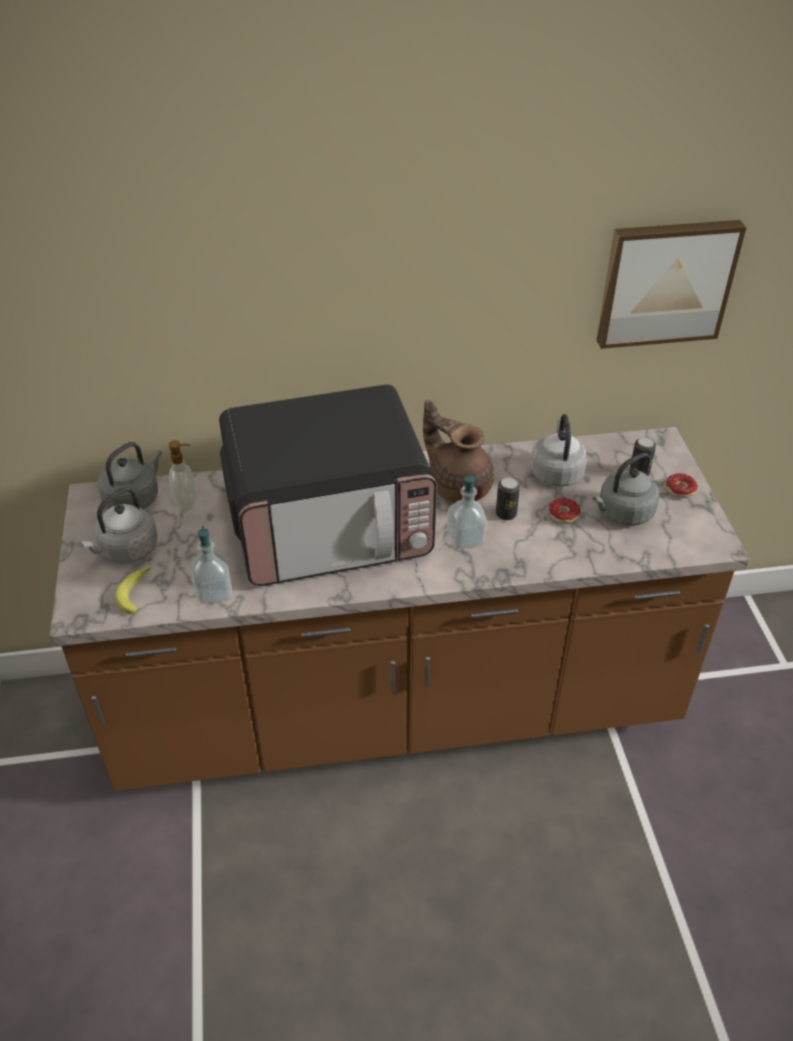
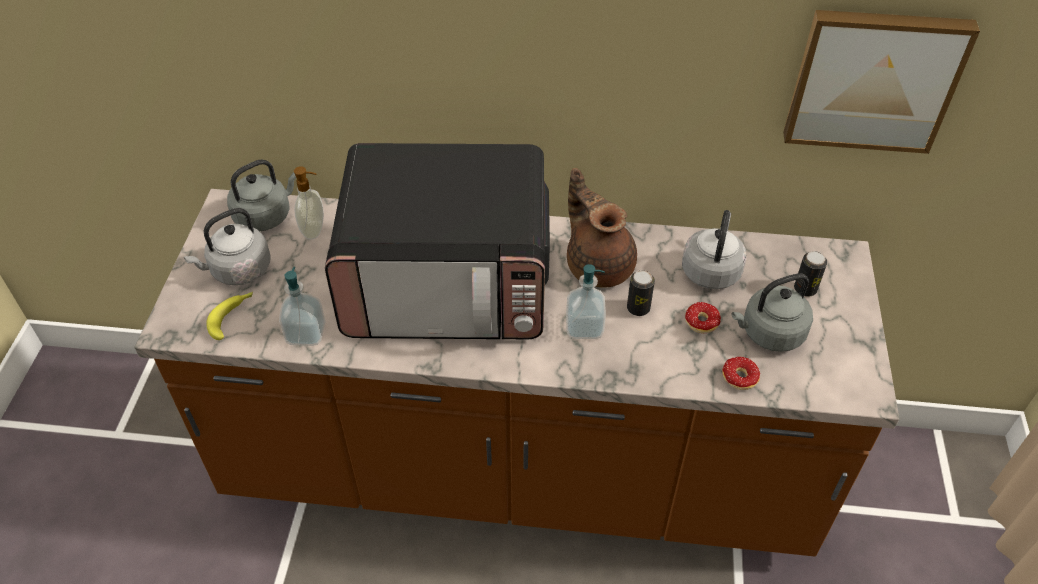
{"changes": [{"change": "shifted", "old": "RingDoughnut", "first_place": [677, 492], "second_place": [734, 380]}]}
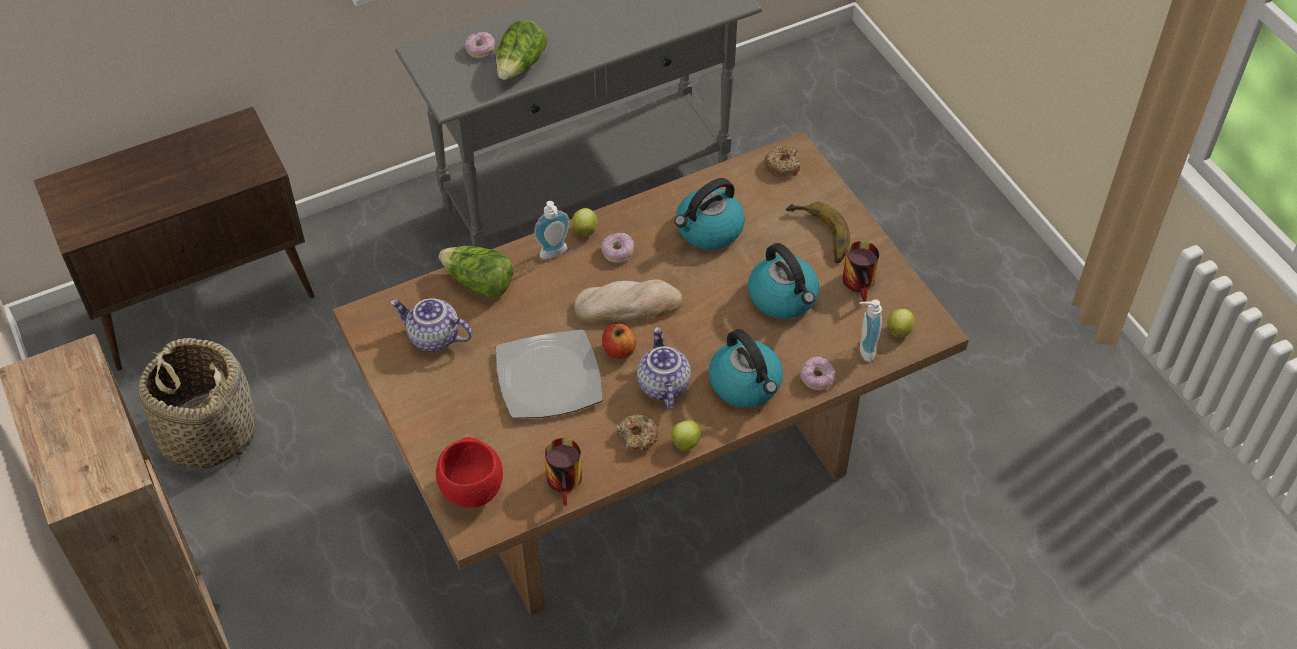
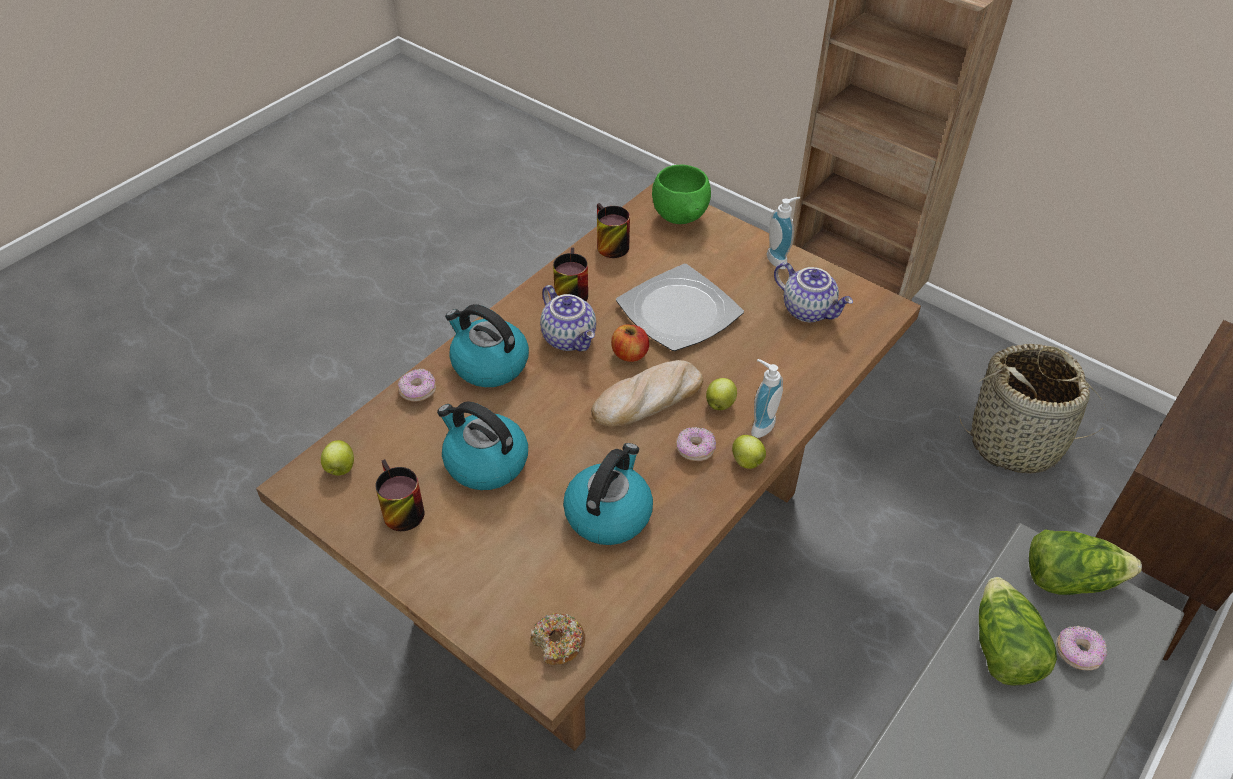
{"changes": [{"change": "gone", "old": "Banana", "first_place": [817, 236]}, {"change": "shifted", "old": "HeadOfLettuce", "first_place": [479, 283], "second_place": [1069, 578]}, {"change": "rotated", "old": "PotForTea", "first_place": [433, 338], "second_place": [809, 310], "degrees": 45}, {"change": "shifted", "old": "LiquidSoapBottle", "first_place": [863, 349], "second_place": [779, 259]}, {"change": "swapped", "old": "RingDoughnut", "new": "TeaMug", "first_place": [637, 437], "second_place": [568, 291]}, {"change": "shifted", "old": "WholeApple", "first_place": [684, 443], "second_place": [720, 404]}, {"change": "repainted", "old": "RedColouredBowl", "new": "GreenBowl", "first_place": [472, 490], "second_place": [680, 219]}]}
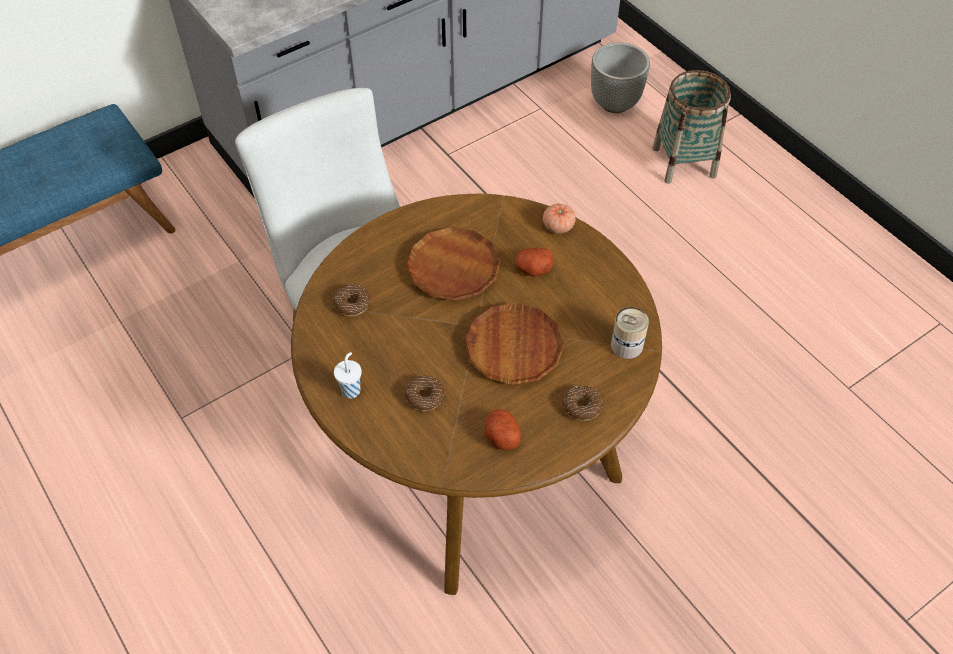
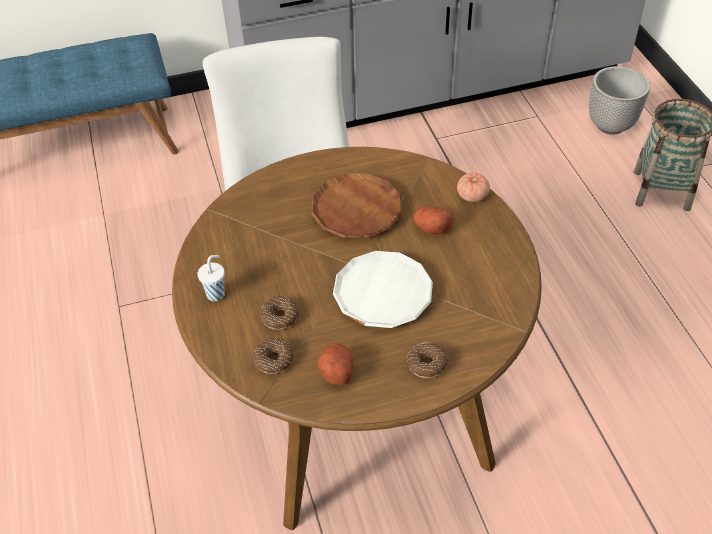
{"changes": [{"change": "shifted", "old": "RingDoughnut", "first_place": [352, 304], "second_place": [273, 360]}, {"change": "repainted", "old": "BrownDinnerPlate", "new": "WhiteColouredDinnerPlate", "first_place": [514, 348], "second_place": [383, 294]}, {"change": "gone", "old": "MetalCan", "first_place": [626, 345]}]}
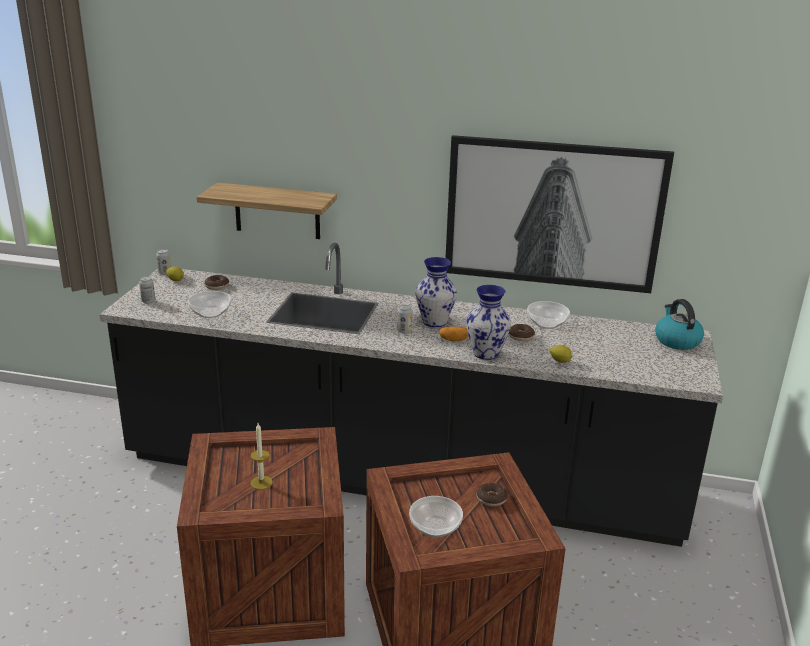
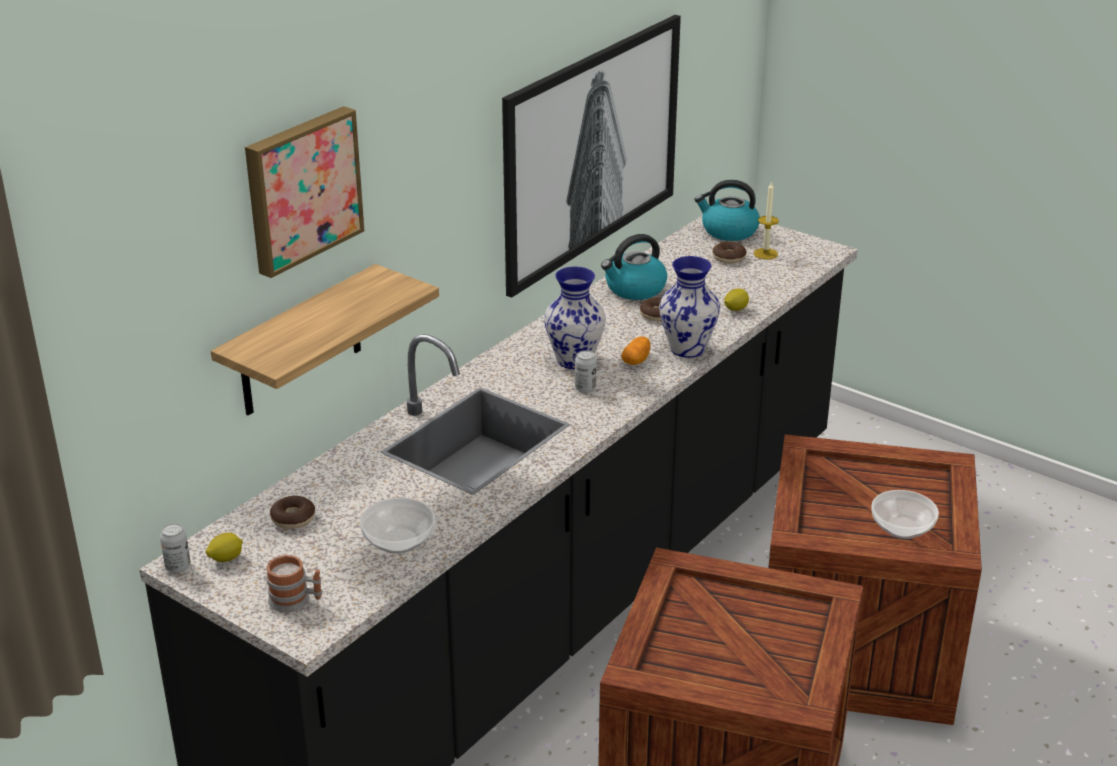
{"changes": [{"change": "swapped", "old": "MetalCan", "new": "TeaMug", "first_place": [148, 301], "second_place": [296, 601]}, {"change": "swapped", "old": "Bowl", "new": "TeaKettle", "first_place": [547, 324], "second_place": [634, 289]}, {"change": "shifted", "old": "Candle", "first_place": [261, 482], "second_place": [765, 254]}, {"change": "shifted", "old": "RingDoughnut", "first_place": [491, 499], "second_place": [729, 258]}, {"change": "new", "new": "WallArt", "second_place": [301, 189]}]}
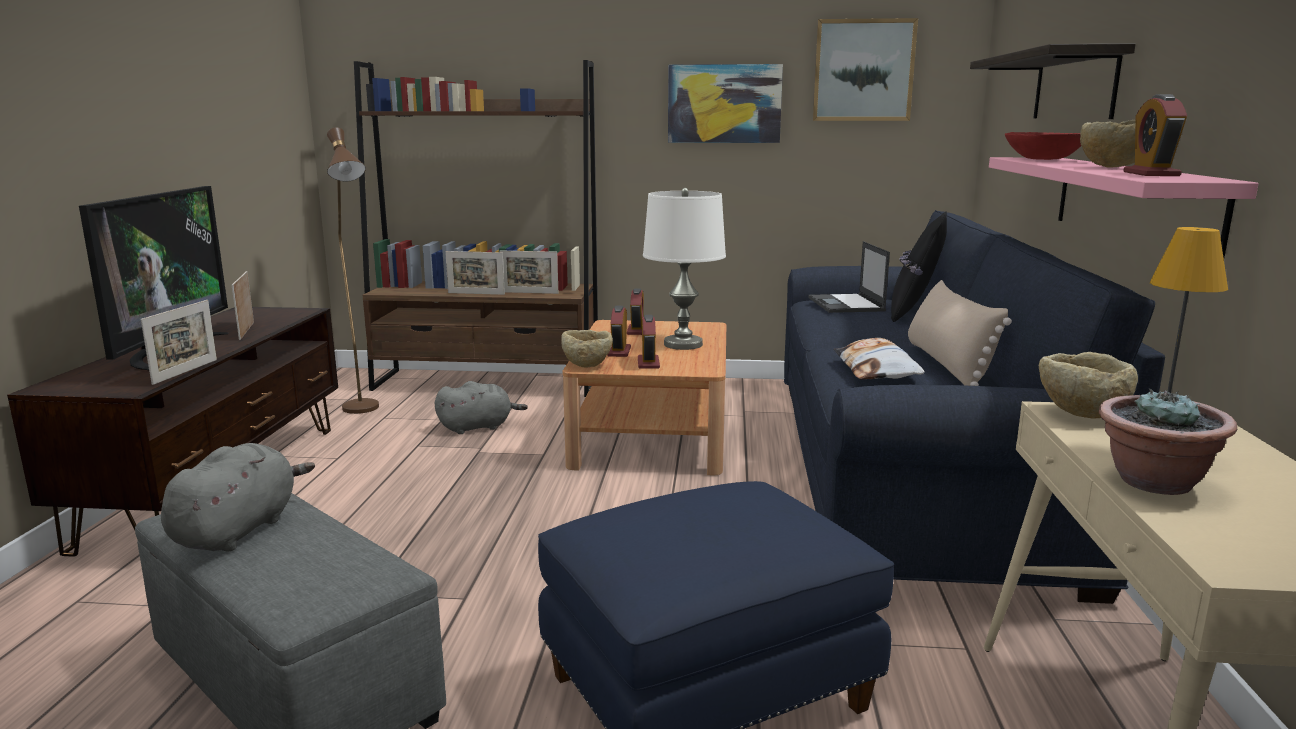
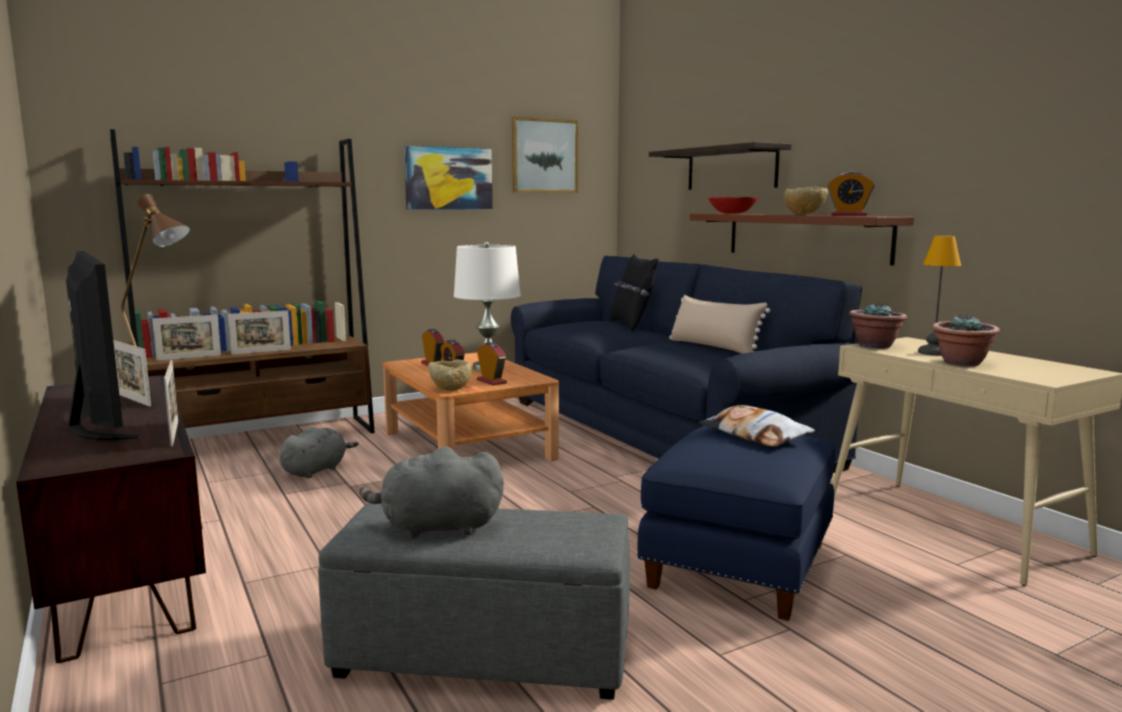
{"changes": [{"change": "rotated", "old": "TableClock", "first_place": [1151, 174], "second_place": [848, 215], "degrees": -45}, {"change": "repainted", "old": "PinkWallShelf", "new": "BrownWallShelf", "first_place": [1130, 204], "second_place": [805, 236]}, {"change": "gone", "old": "PortableComputer", "first_place": [846, 304]}, {"change": "shifted", "old": "PhotoFrame", "first_place": [529, 292], "second_place": [189, 358]}, {"change": "shifted", "old": "Pillow", "first_place": [876, 369], "second_place": [754, 435]}, {"change": "swapped", "old": "SandColouredBowl", "new": "PottedPlant", "first_place": [1080, 414], "second_place": [875, 346]}, {"change": "rotated", "old": "GreySoftToy", "first_place": [239, 529], "second_place": [436, 527], "degrees": -75}]}
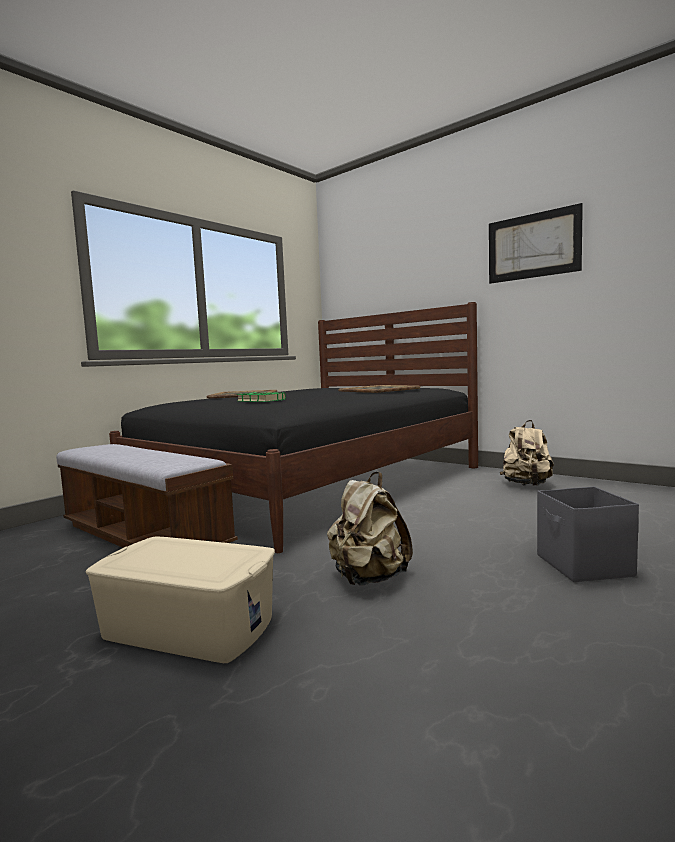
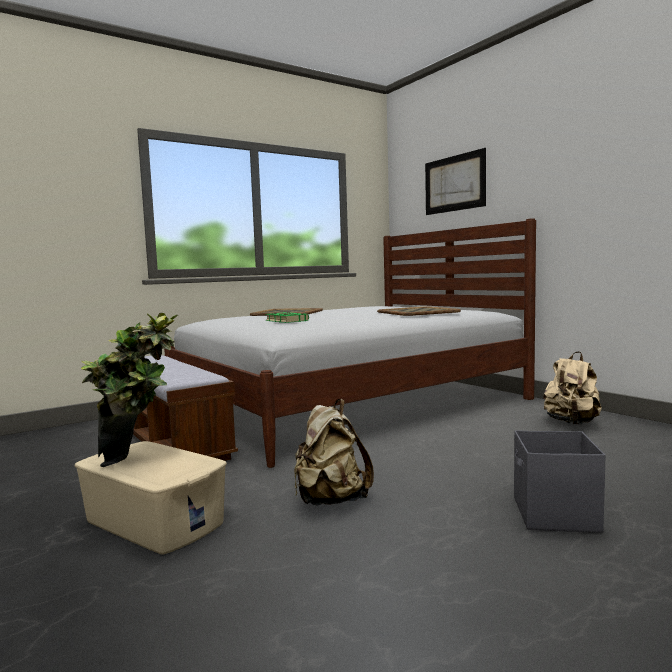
{"changes": [{"change": "shifted", "old": "WallArt", "first_place": [533, 246], "second_place": [454, 183]}, {"change": "repainted", "old": "BlackColouredBedroomBed", "new": "WhiteColouredBedroomBed", "first_place": [312, 484], "second_place": [349, 404]}, {"change": "new", "new": "PottedPlant", "second_place": [140, 462]}]}
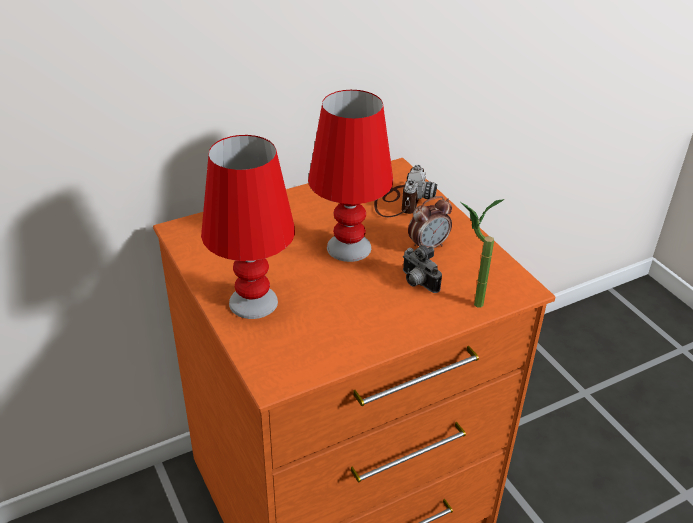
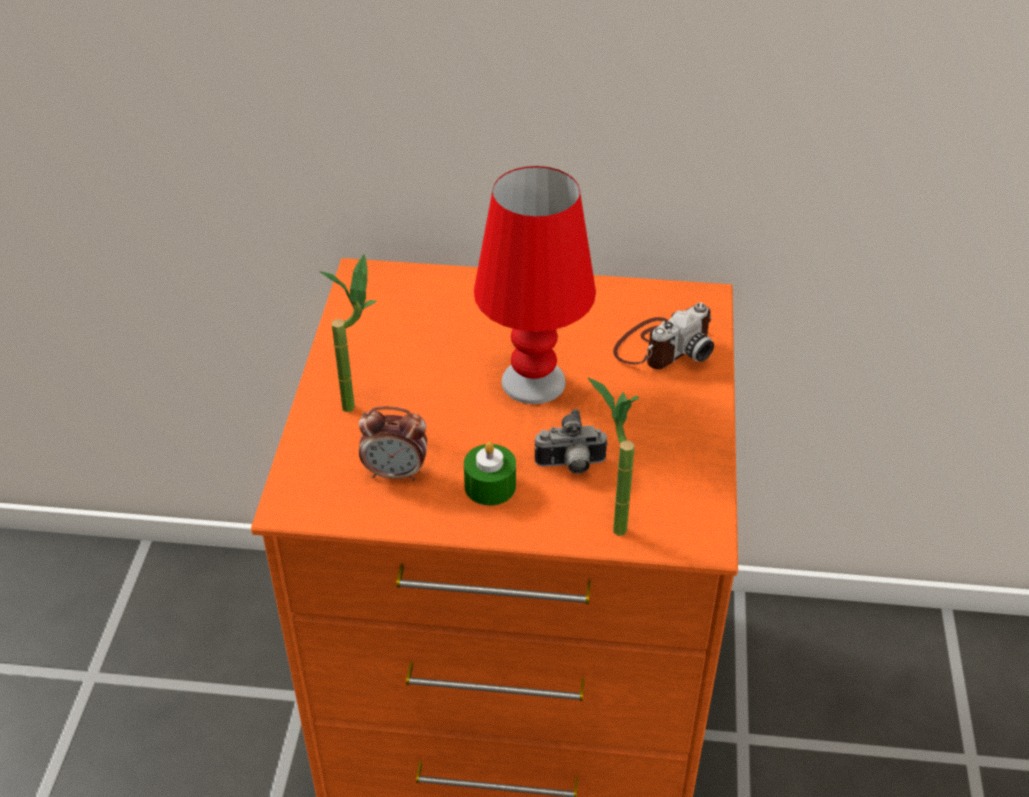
{"changes": [{"change": "swapped", "old": "RedColouredLampForATable", "new": "PottedPlant", "first_place": [254, 302], "second_place": [359, 402]}, {"change": "shifted", "old": "TableClock", "first_place": [428, 246], "second_place": [396, 473]}, {"change": "rotated", "old": "PhotoCamera", "first_place": [417, 283], "second_place": [571, 466], "degrees": -90}, {"change": "new", "new": "GreenCandle", "second_place": [490, 486]}]}
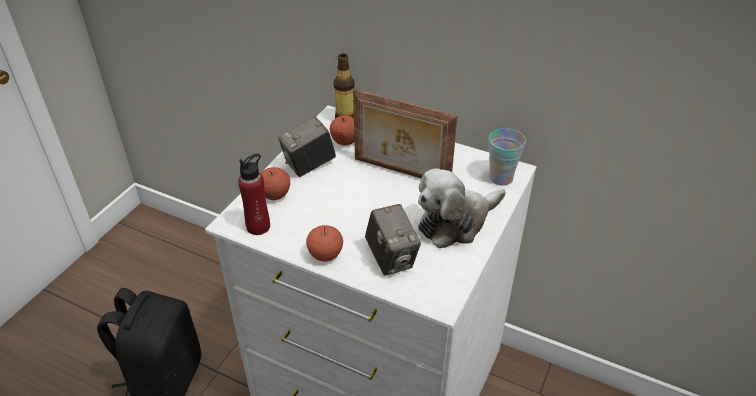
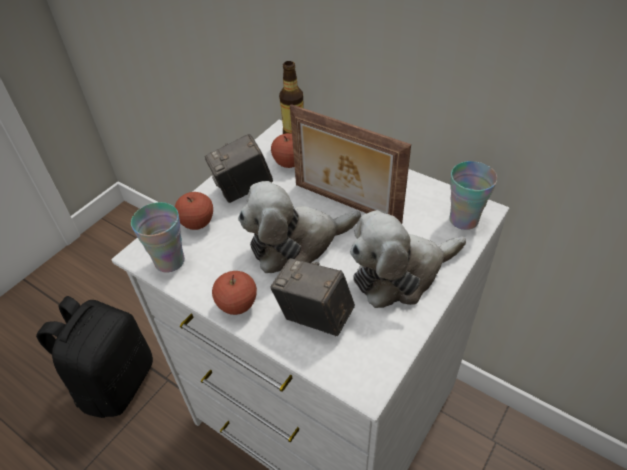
{"changes": [{"change": "swapped", "old": "RedColouredBeverageBottle", "new": "Cup", "first_place": [258, 226], "second_place": [169, 261]}, {"change": "rotated", "old": "PhotoCamera", "first_place": [391, 258], "second_place": [314, 316], "degrees": 135}, {"change": "new", "new": "SoftToy", "second_place": [296, 244]}]}
